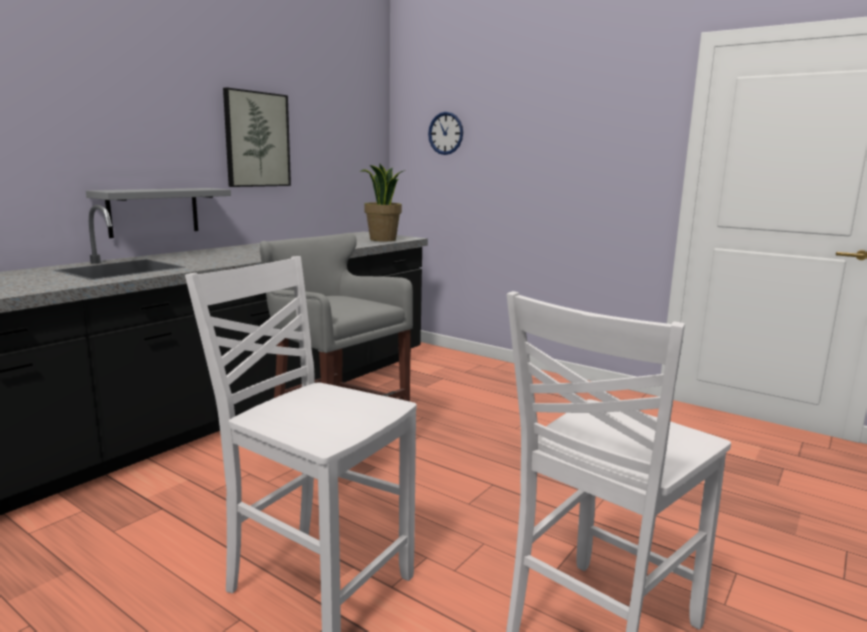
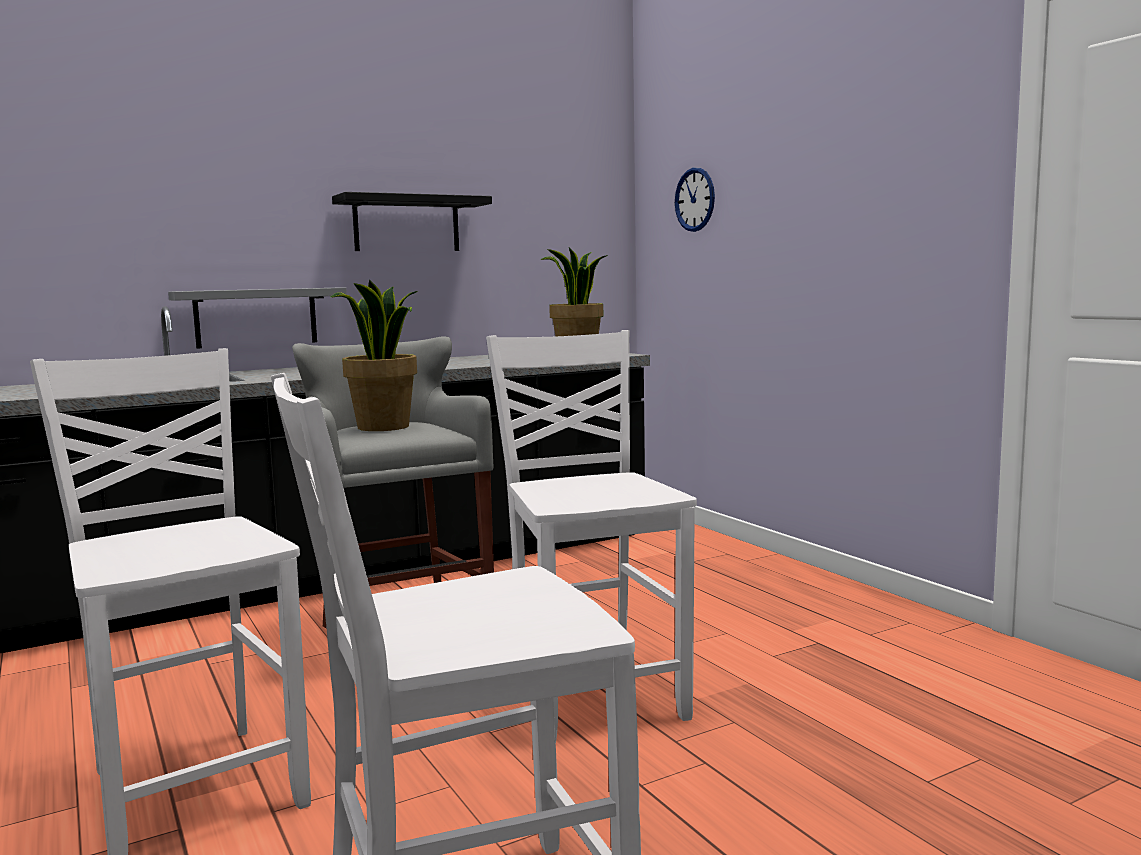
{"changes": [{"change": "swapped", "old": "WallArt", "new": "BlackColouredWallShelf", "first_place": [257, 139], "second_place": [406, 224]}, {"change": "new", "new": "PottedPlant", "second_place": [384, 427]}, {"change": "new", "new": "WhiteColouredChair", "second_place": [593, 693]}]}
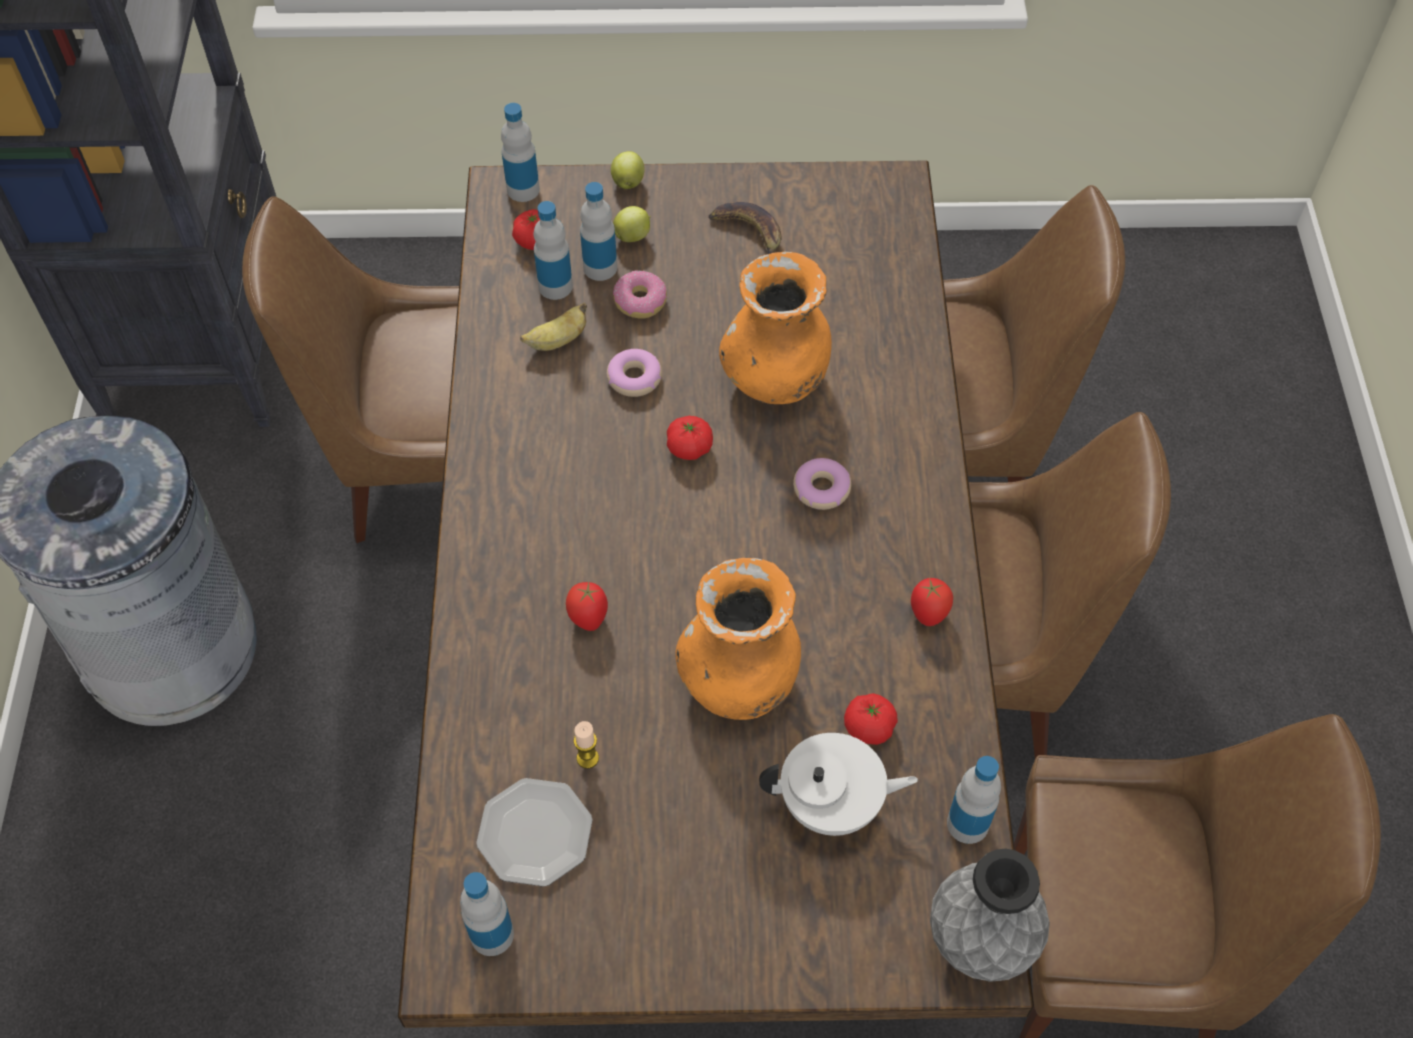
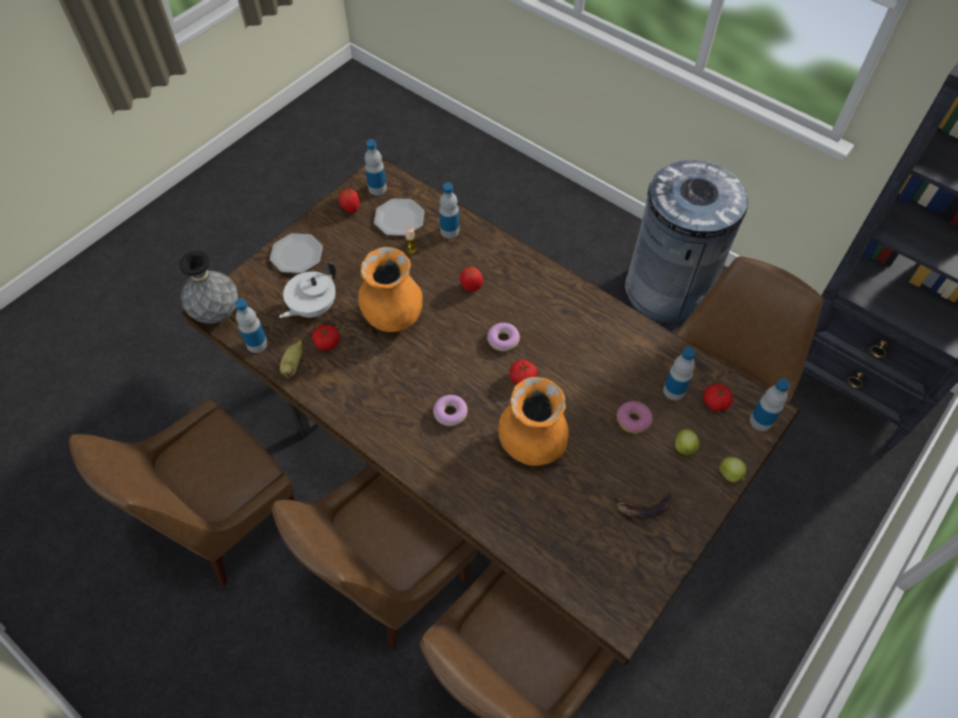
{"changes": [{"change": "shifted", "old": "BeverageBottle", "first_place": [600, 267], "second_place": [449, 231]}, {"change": "shifted", "old": "Banana", "first_place": [557, 341], "second_place": [293, 365]}, {"change": "shifted", "old": "RingDoughnut", "first_place": [634, 378], "second_place": [503, 340]}, {"change": "shifted", "old": "WholeTomato", "first_place": [928, 613], "second_place": [350, 209]}, {"change": "new", "new": "DinnerPlate", "second_place": [296, 255]}]}
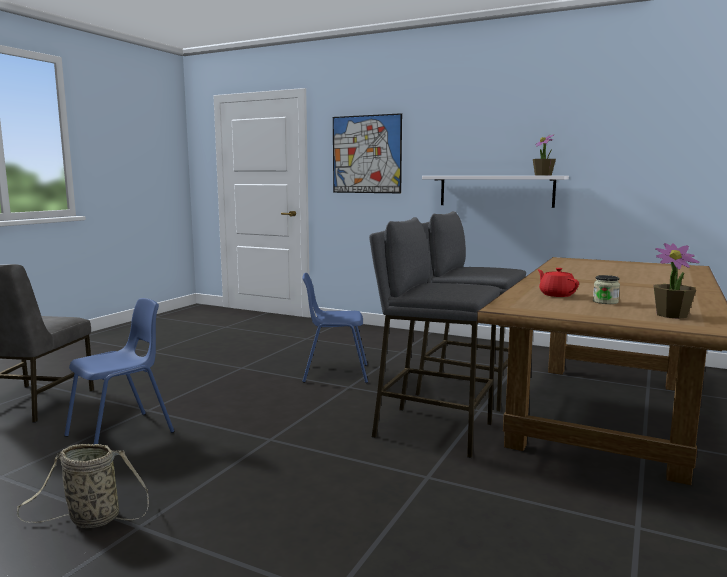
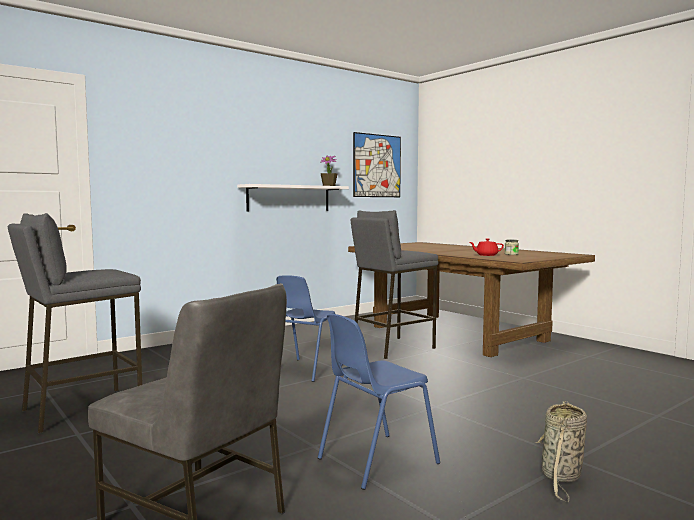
{"changes": [{"change": "shifted", "old": "WallArt", "first_place": [366, 154], "second_place": [377, 166]}, {"change": "shifted", "old": "GreyStoolSeat", "first_place": [432, 430], "second_place": [81, 409]}, {"change": "gone", "old": "PottedPlant", "first_place": [671, 315]}, {"change": "rotated", "old": "BlueChair", "first_place": [122, 434], "second_place": [375, 461], "degrees": -105}]}
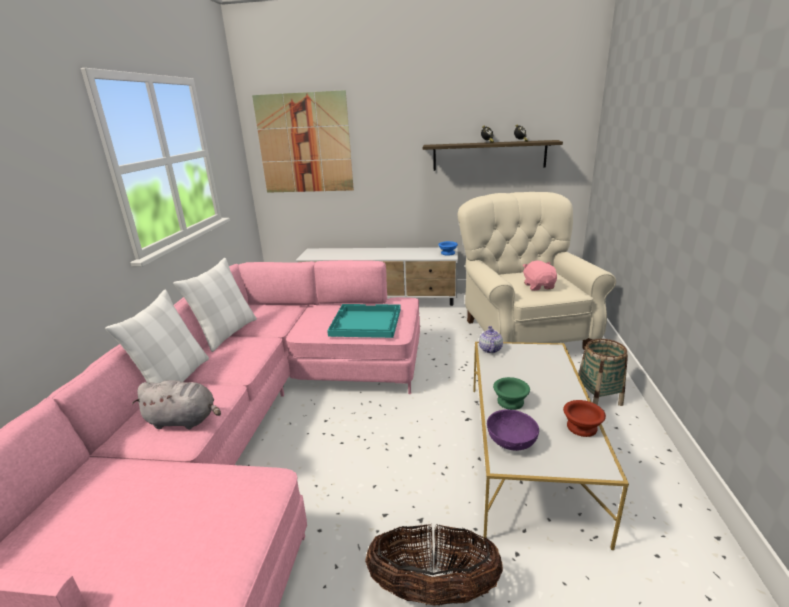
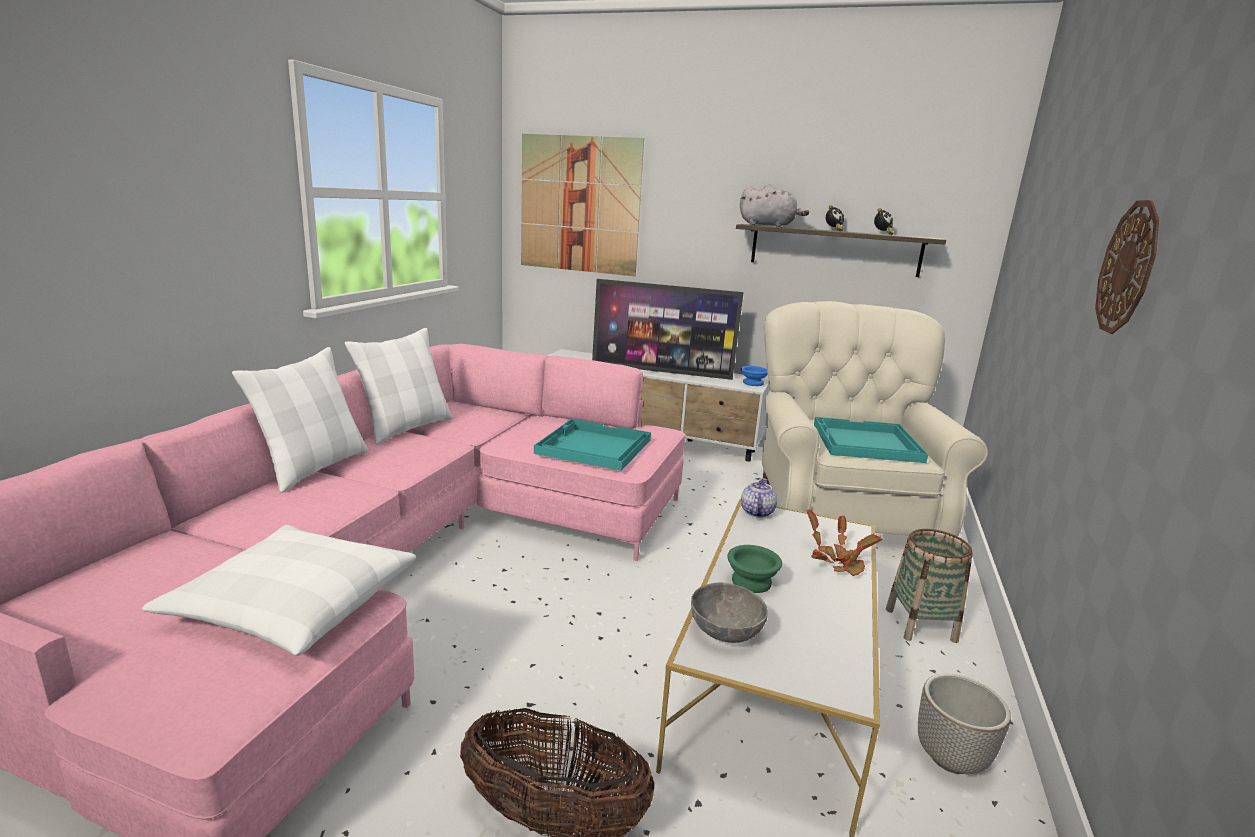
{"changes": [{"change": "swapped", "old": "PinkSoftToy", "new": "TurquoiseColouredTray", "first_place": [539, 286], "second_place": [865, 442]}, {"change": "shifted", "old": "GreySoftToy", "first_place": [184, 420], "second_place": [769, 226]}, {"change": "gone", "old": "BrownBowl", "first_place": [583, 428]}, {"change": "repainted", "old": "PurpleBowl", "new": "GreyBowl", "first_place": [511, 441], "second_place": [725, 631]}, {"change": "new", "new": "WallClock", "second_place": [1128, 268]}, {"change": "new", "new": "Tv", "second_place": [662, 371]}, {"change": "new", "new": "PottedPlant", "second_place": [837, 561]}, {"change": "new", "new": "WhiteColouredPillow", "second_place": [293, 604]}, {"change": "new", "new": "PlantPot", "second_place": [951, 759]}]}
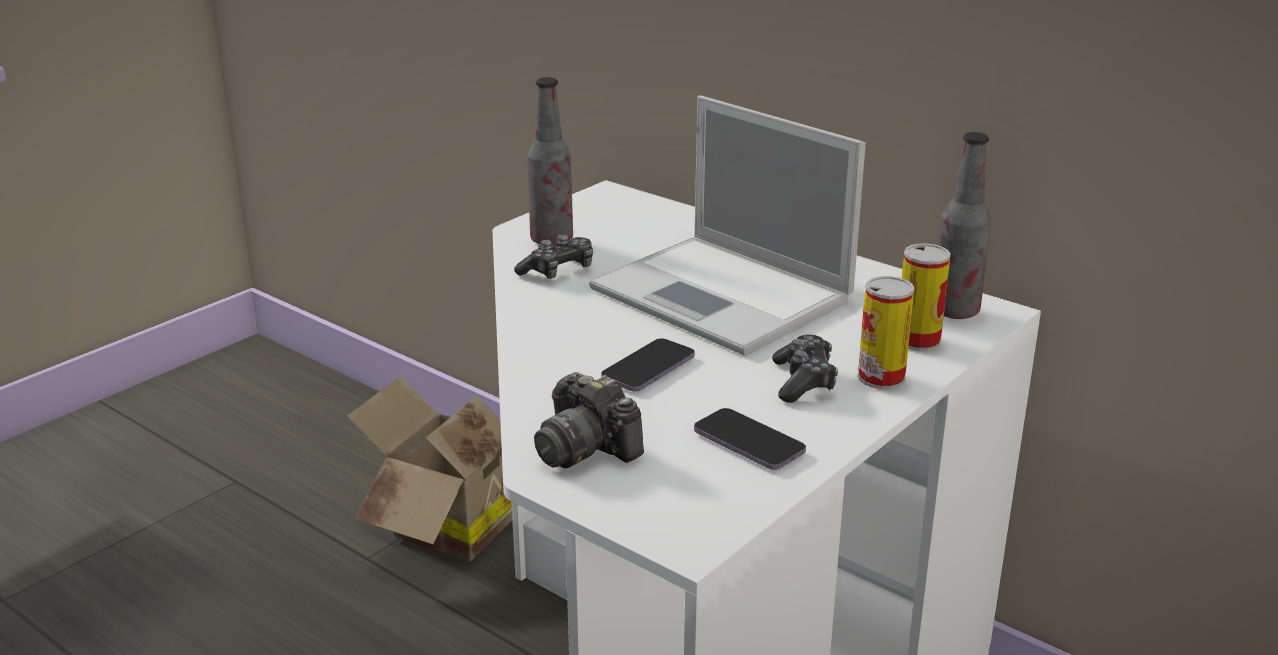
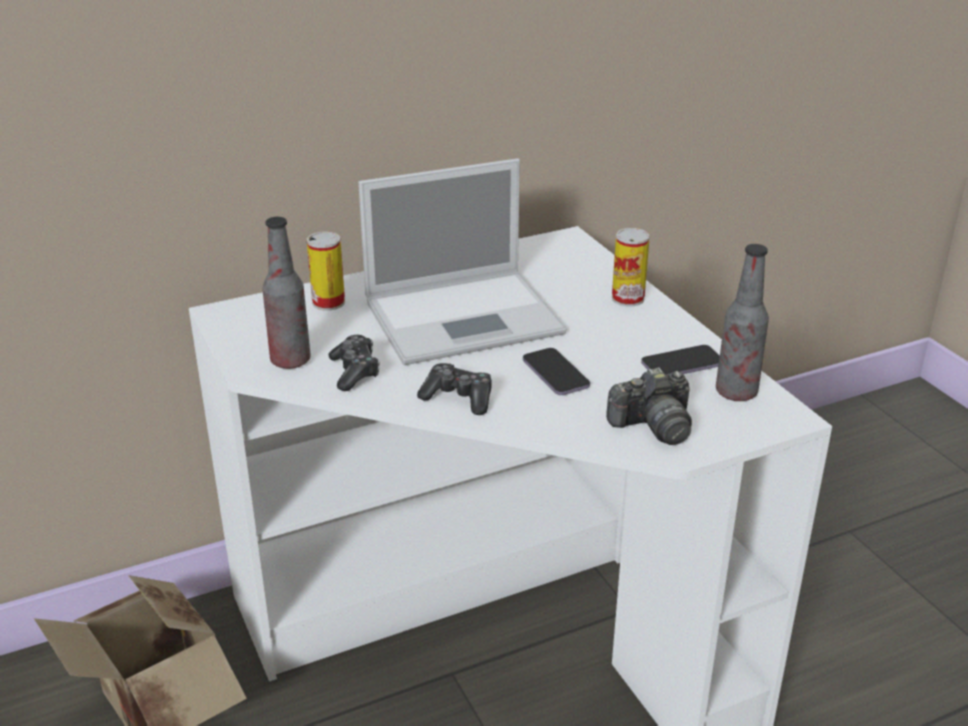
{"changes": [{"change": "shifted", "old": "BeverageBottle", "first_place": [955, 311], "second_place": [736, 392]}, {"change": "shifted", "old": "MetalCan", "first_place": [918, 340], "second_place": [328, 302]}, {"change": "shifted", "old": "GameController", "first_place": [804, 381], "second_place": [458, 398]}]}
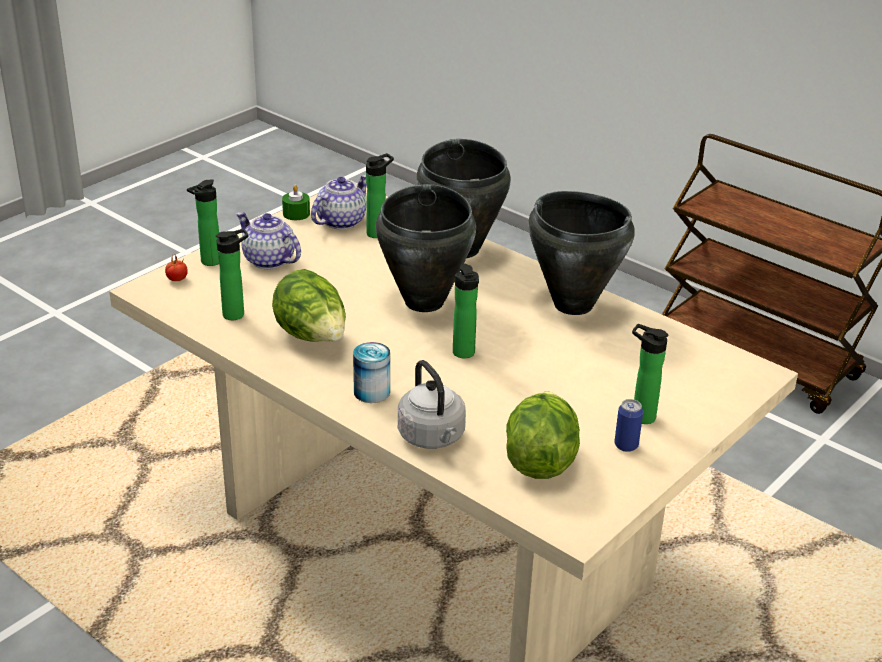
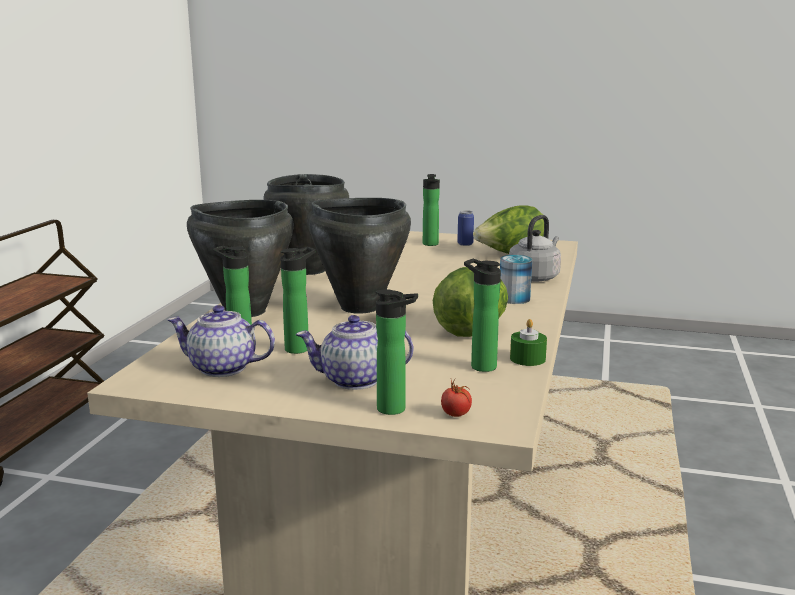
{"changes": [{"change": "shifted", "old": "GreenCandle", "first_place": [296, 214], "second_place": [527, 359]}, {"change": "rotated", "old": "PotForTea", "first_place": [268, 260], "second_place": [354, 380], "degrees": 75}, {"change": "shifted", "old": "BeverageBottle", "first_place": [464, 354], "second_place": [300, 348]}]}
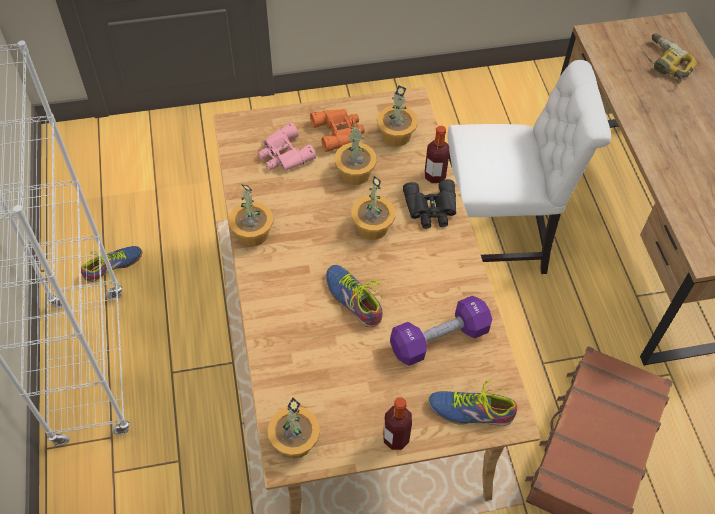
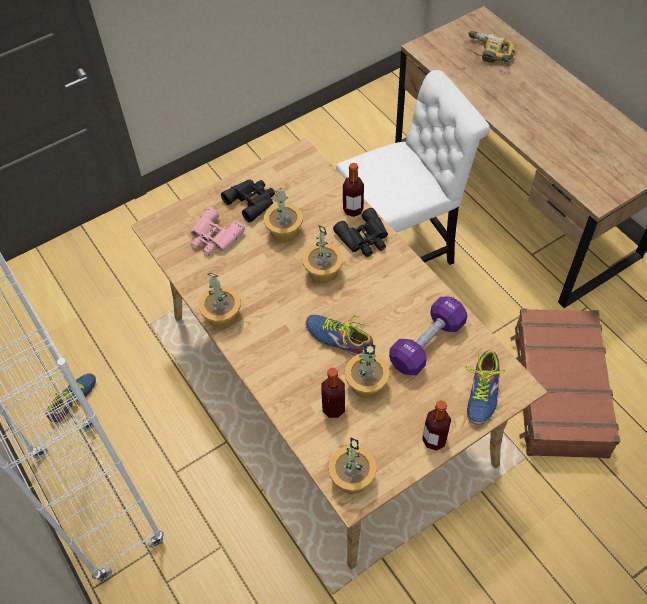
{"changes": [{"change": "shifted", "old": "PottedPlant", "first_place": [396, 135], "second_place": [366, 383]}, {"change": "repainted", "old": "OrangeyBinoculars", "new": "BlackColouredBinoculars", "first_place": [339, 132], "second_place": [252, 201]}, {"change": "rotated", "old": "Shoe", "first_place": [471, 411], "second_place": [483, 392], "degrees": -60}, {"change": "new", "new": "BeverageBottle", "second_place": [333, 408]}]}
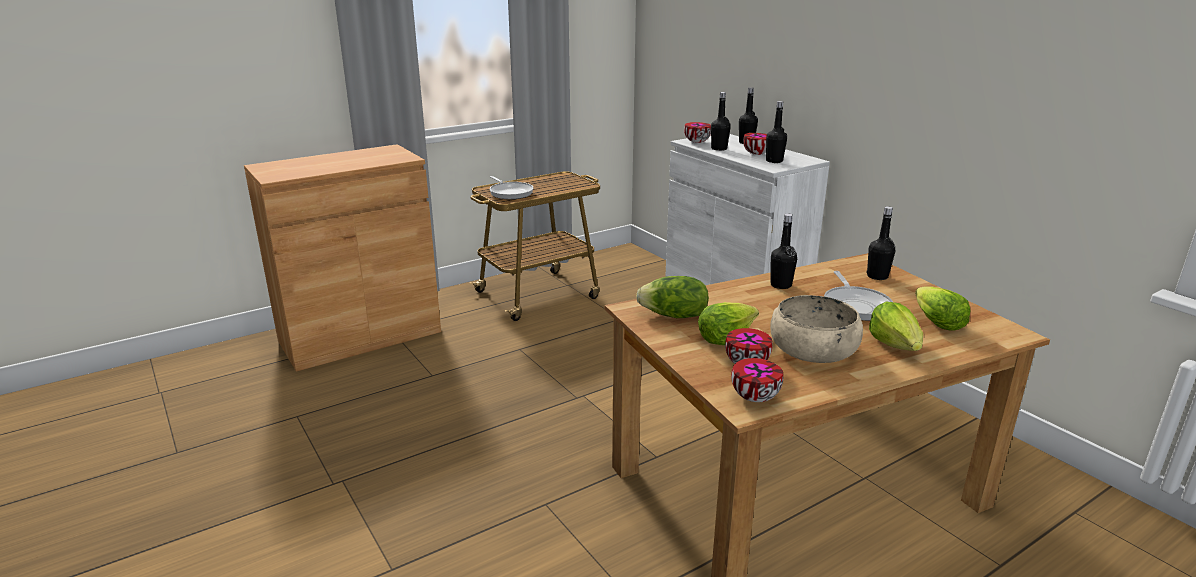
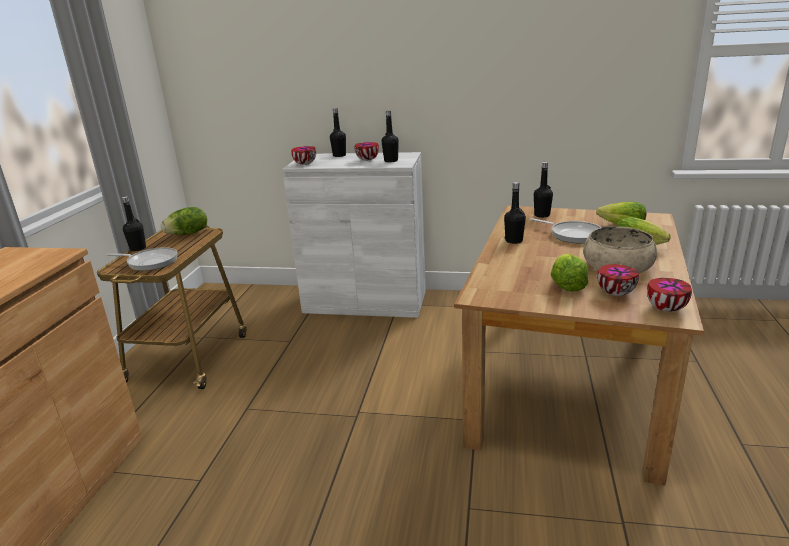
{"changes": [{"change": "shifted", "old": "BlackColouredBeverageBottle", "first_place": [719, 149], "second_place": [138, 248]}, {"change": "shifted", "old": "HeadOfLettuce", "first_place": [674, 316], "second_place": [188, 234]}]}
